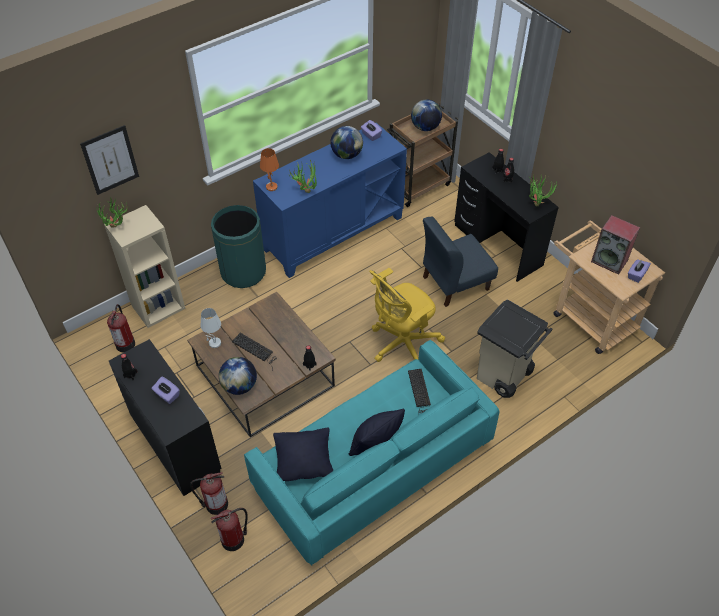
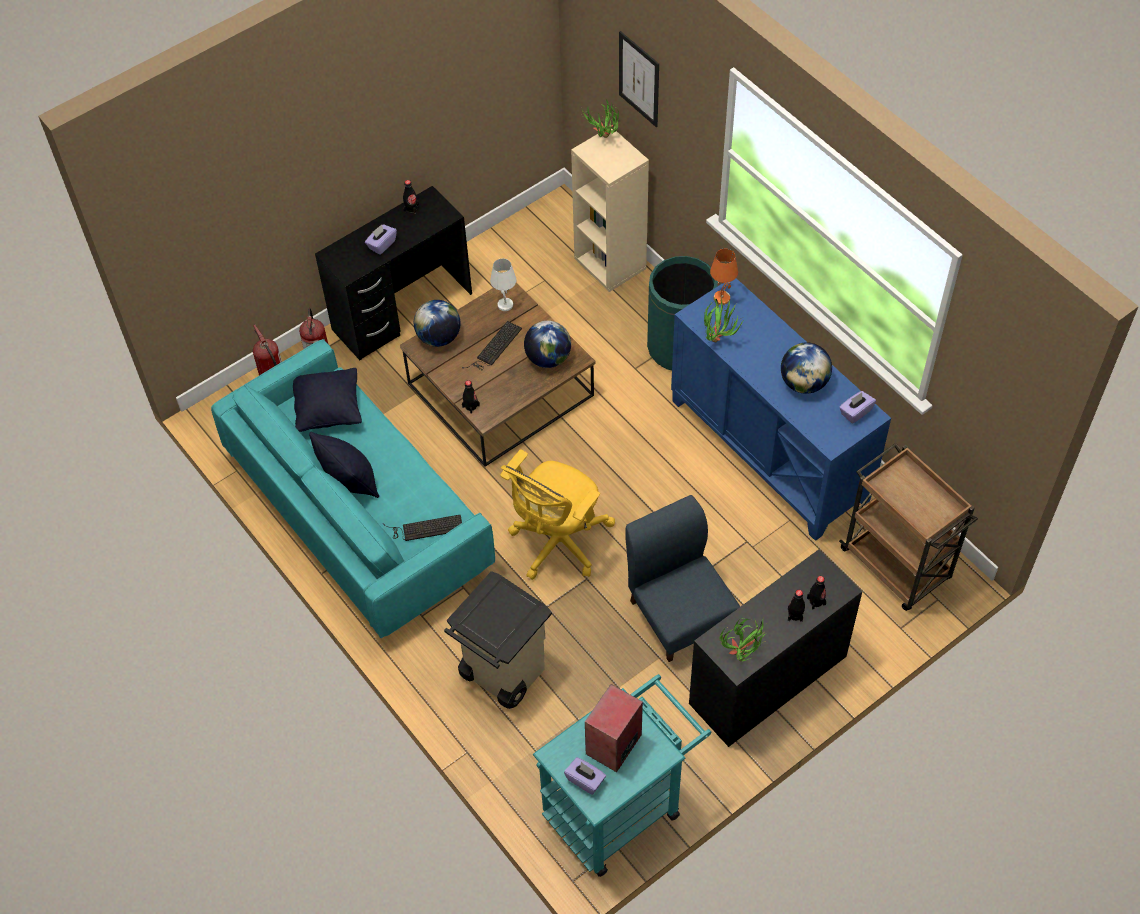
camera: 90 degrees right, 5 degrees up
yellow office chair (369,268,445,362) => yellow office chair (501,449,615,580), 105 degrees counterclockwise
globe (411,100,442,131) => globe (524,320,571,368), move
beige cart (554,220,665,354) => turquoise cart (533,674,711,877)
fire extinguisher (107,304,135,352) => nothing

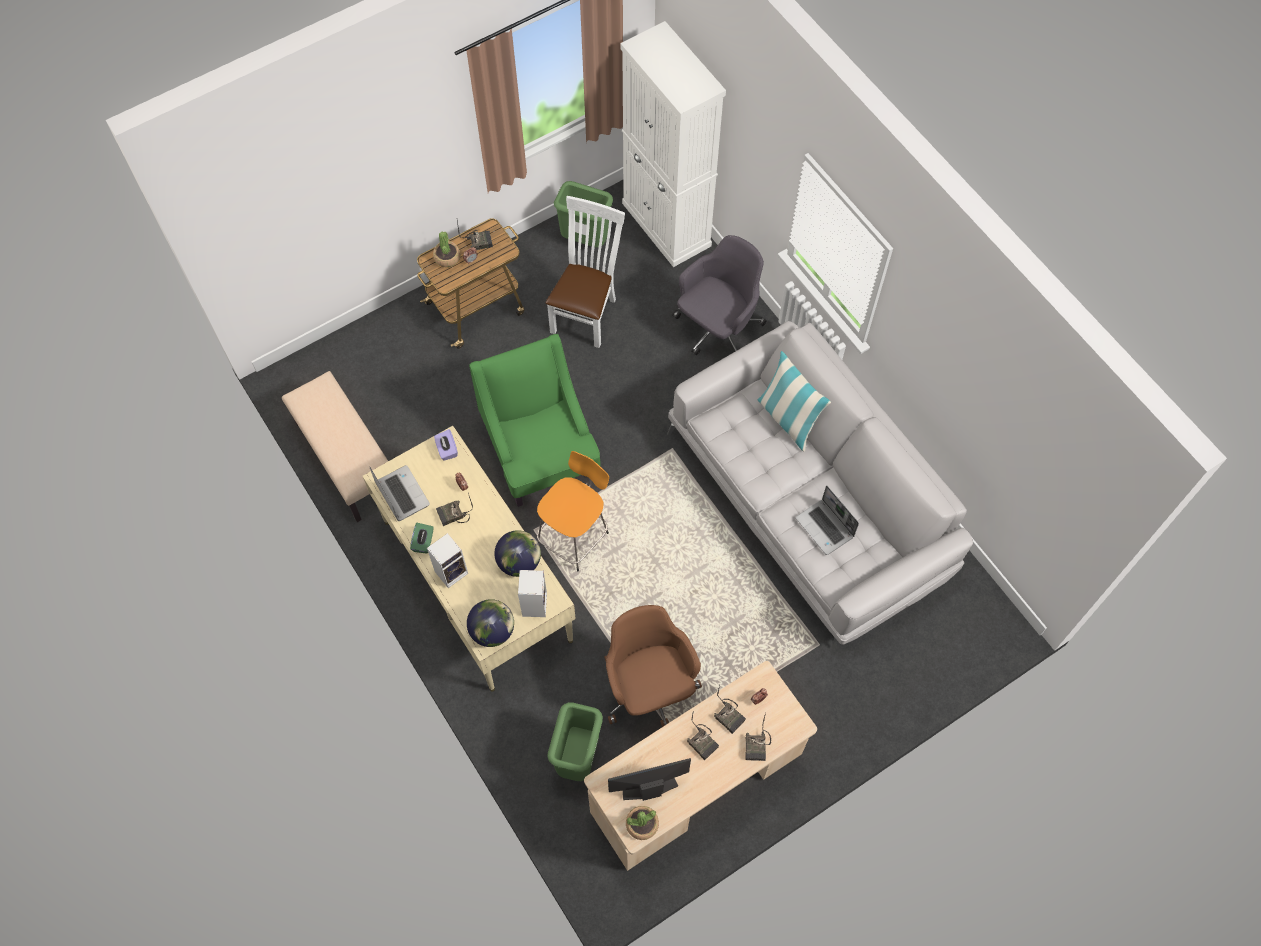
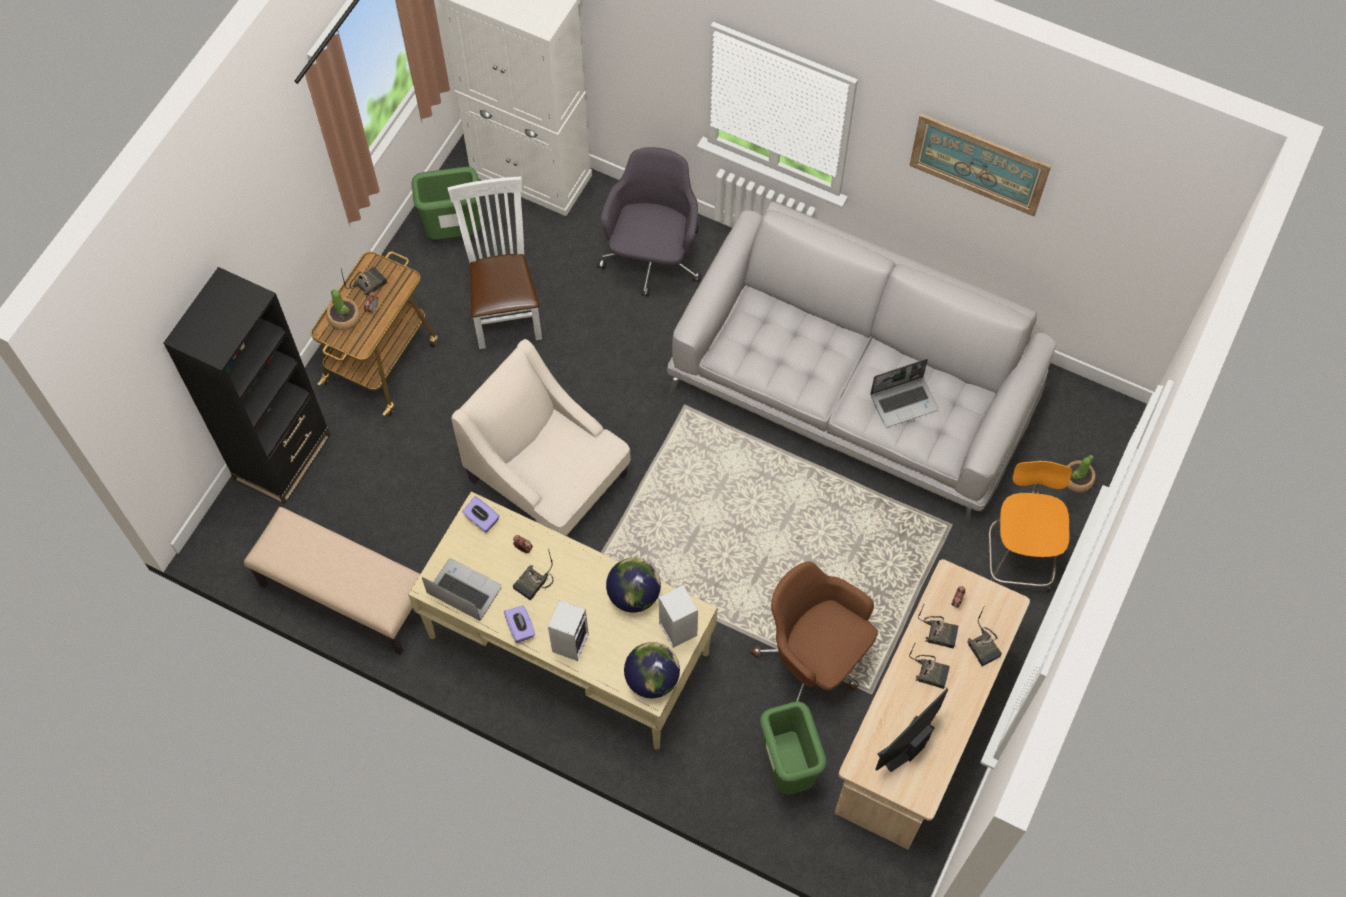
camera: 30 degrees left, 0 degrees up
nothing => black bookcase (163,267,331,504)
green armchair (469,334,601,507) => beige armchair (451,339,631,536)
green tissue box (410,523,434,554) => purple tissue box (504,606,535,643)
laptop (796,485,859,555) => laptop (870,359,939,427), 45 degrees counterclockwise
nothing => picture (909,114,1051,216)
orange stool (537,451,609,571) => orange stool (989,461,1072,593), move
potted plant (626,806,659,840) => potted plant (1067,455,1096,492), move
pillow (758,351,831,452) => nothing

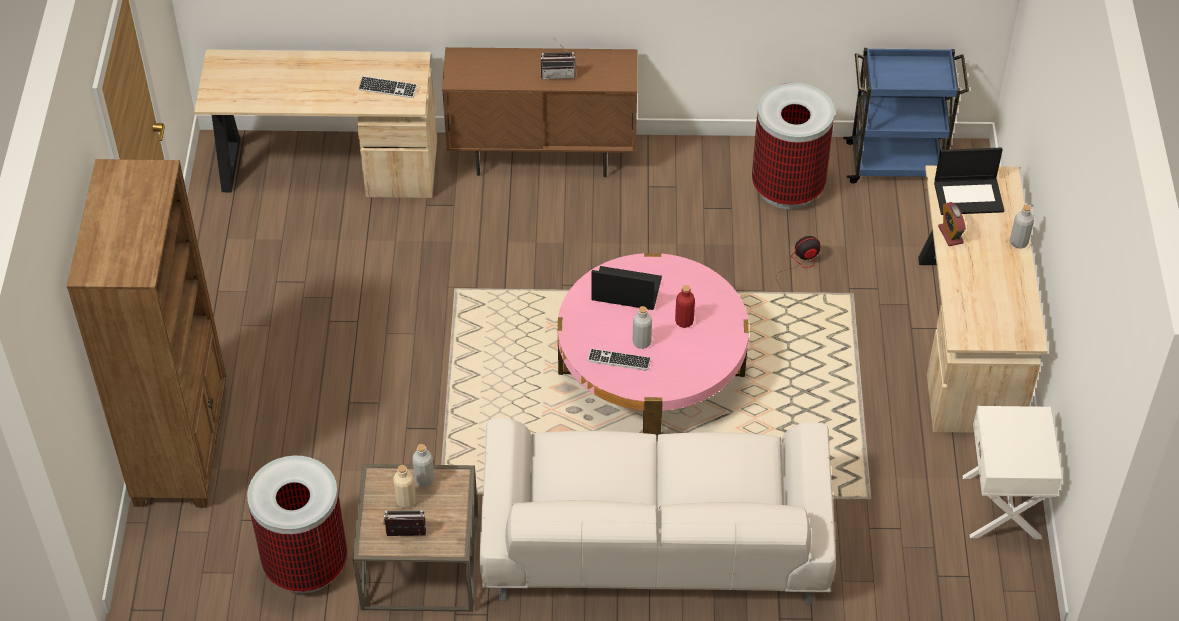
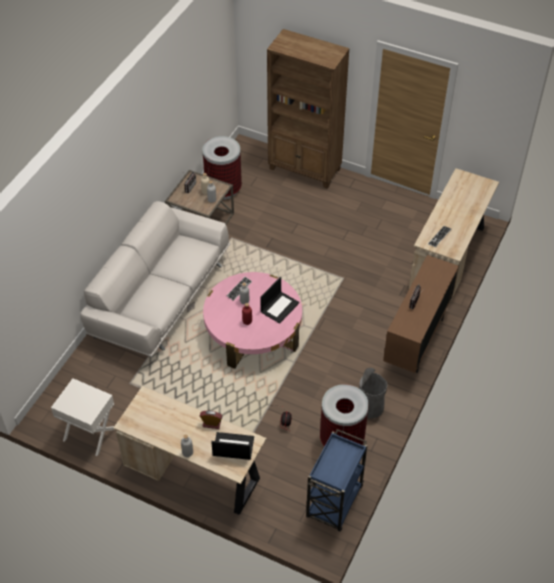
camera: 115 degrees right, 0 degrees up
laptop (934,147,1004,215) => laptop (211,432,254,460), 75 degrees clockwise
nothing => grey trash can (359,368,387,419)

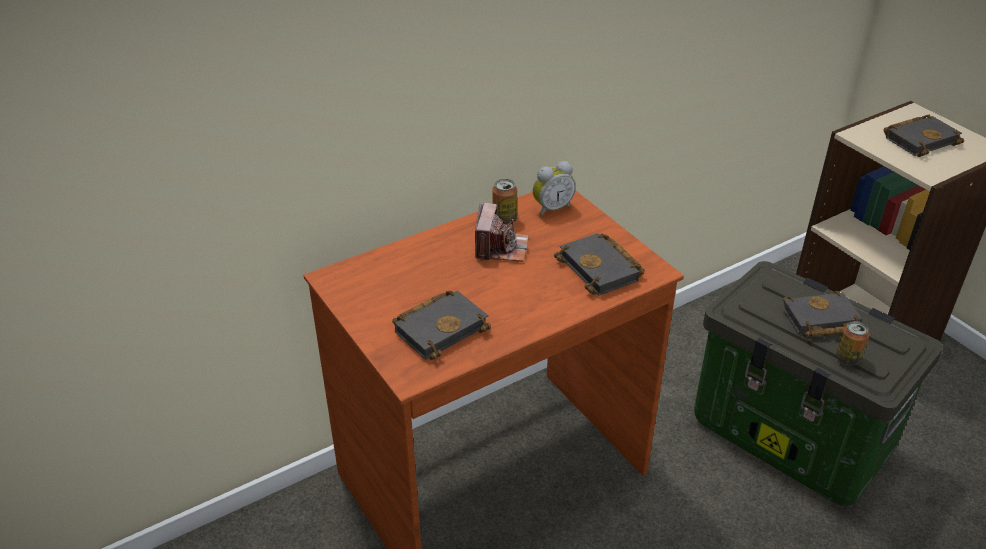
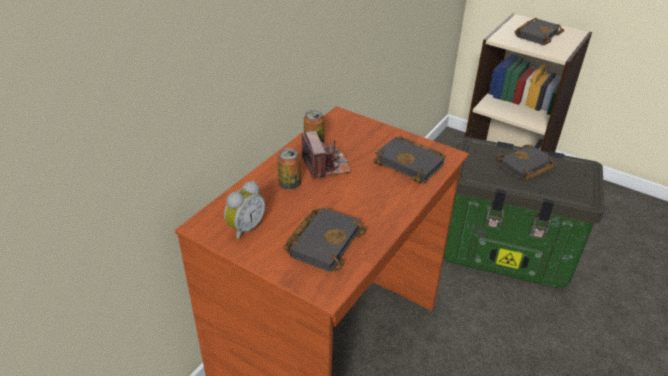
camera: 25 degrees left, 0 degrees up
alarm clock (533,161,576,217) => alarm clock (224,181,265,241), move
can (836,321,869,365) => can (277,148,301,190), move

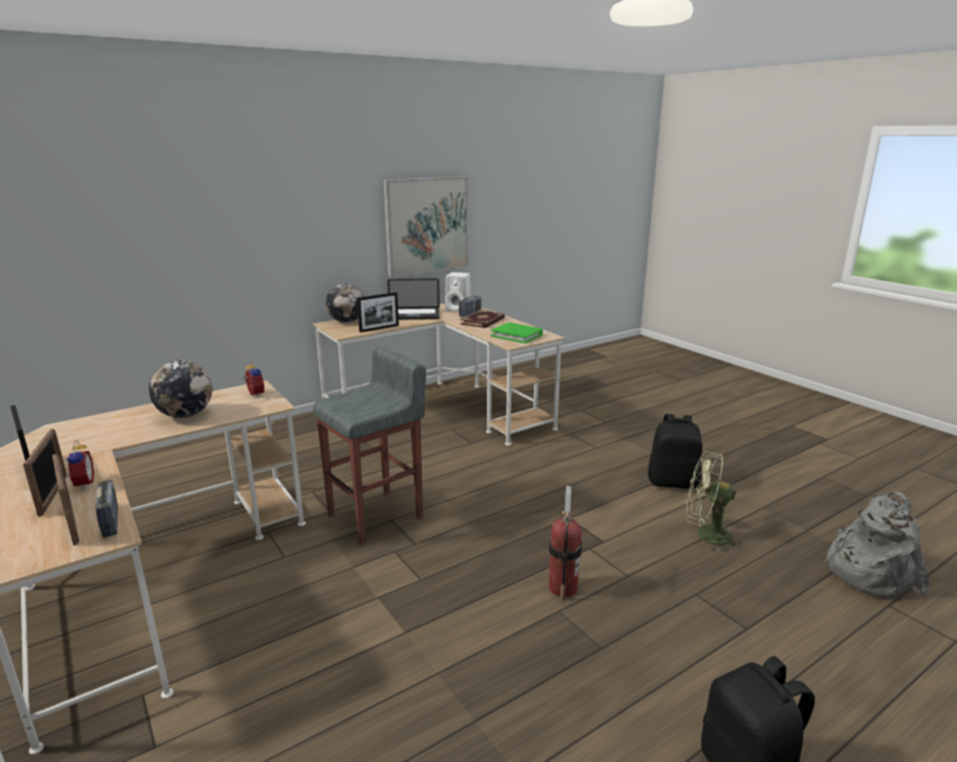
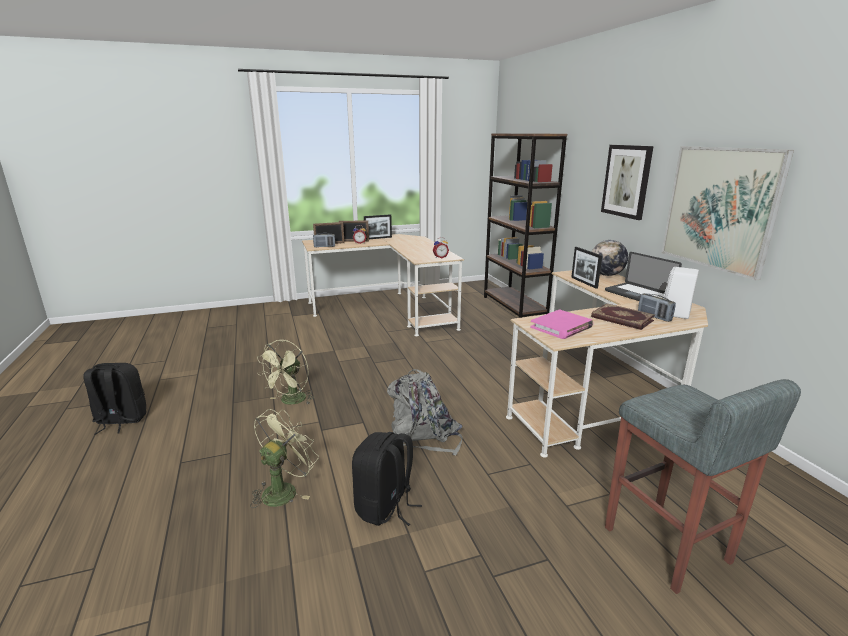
camera: 105 degrees right, 0 degrees up
fire extinguisher (549,486,582,600) => green fan (257,340,314,405)
grey backpack (824,492,930,599) => grey backpack (387,369,462,456), move
nothing => brown bookcase (484,133,567,318)
green book (491,322,543,344) => pink book (530,309,593,339)
nothing => picture (601,145,654,220)
laptop (387,278,440,320) => laptop (605,252,682,301), 45 degrees counterclockwise
grey stool (313,347,426,544) => grey stool (605,379,801,594), move
globe (149,360,212,418) => nothing

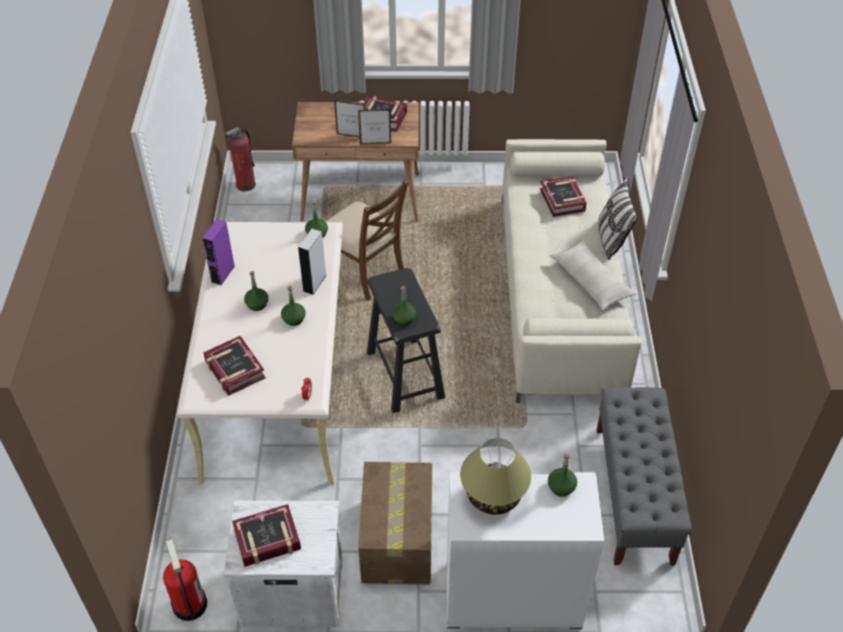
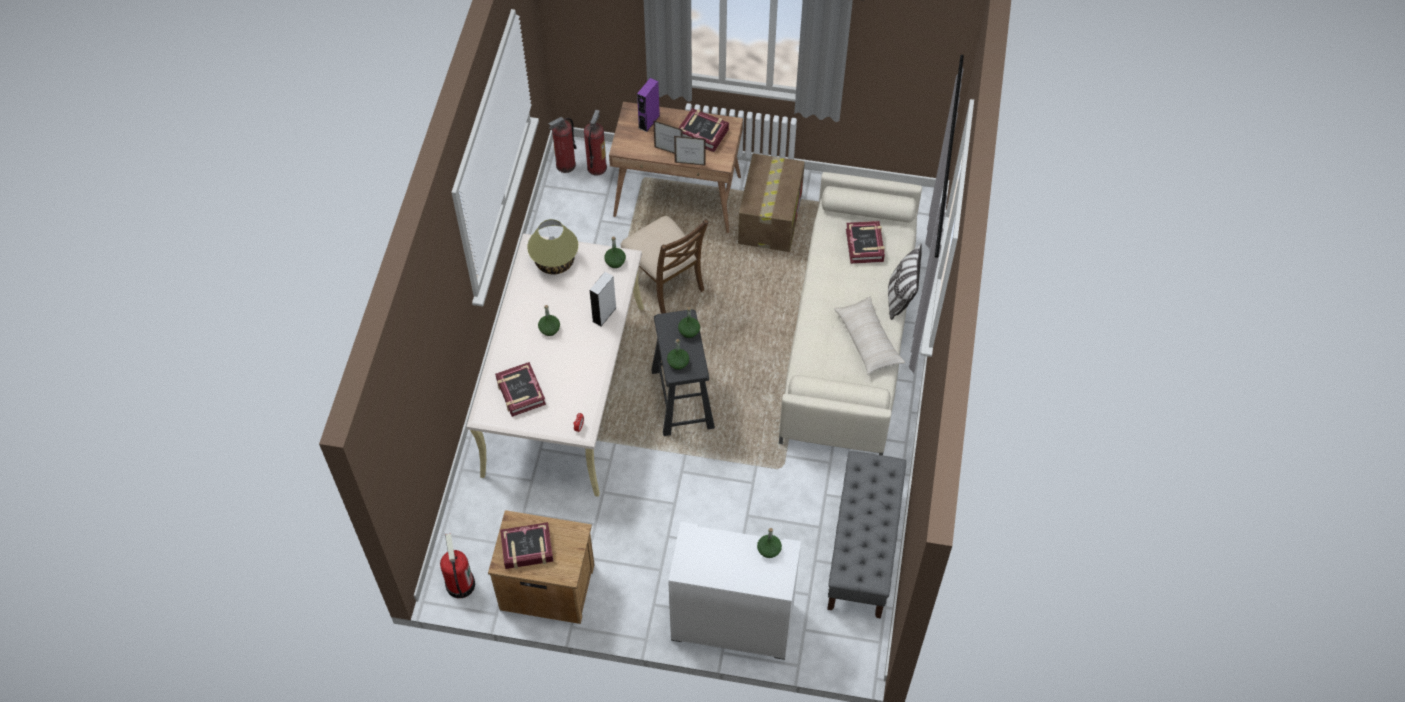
camera: 10 degrees right, 10 degrees up
white nightstand (224,501,343,627) => brown nightstand (488,510,595,624)
table lamp (460,438,531,515) => table lamp (527,219,578,274), move
nothing => fire extinguisher (584,110,607,175)
purple speaker (202,219,235,285) => purple speaker (637,78,660,132), move
green bottle (281,286,306,326) => green bottle (678,307,700,338), move
cardboard box (358,462,432,585) => cardboard box (738,153,805,252), move

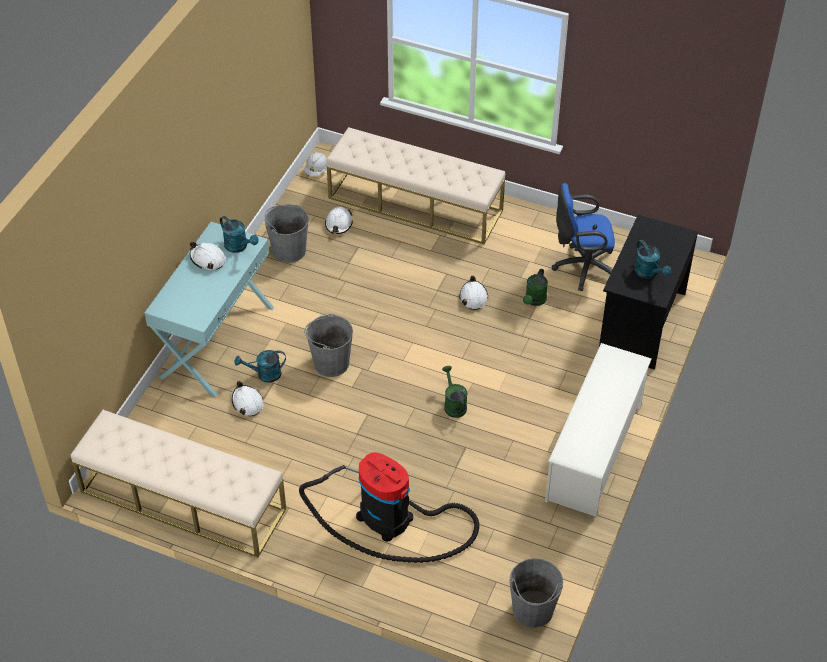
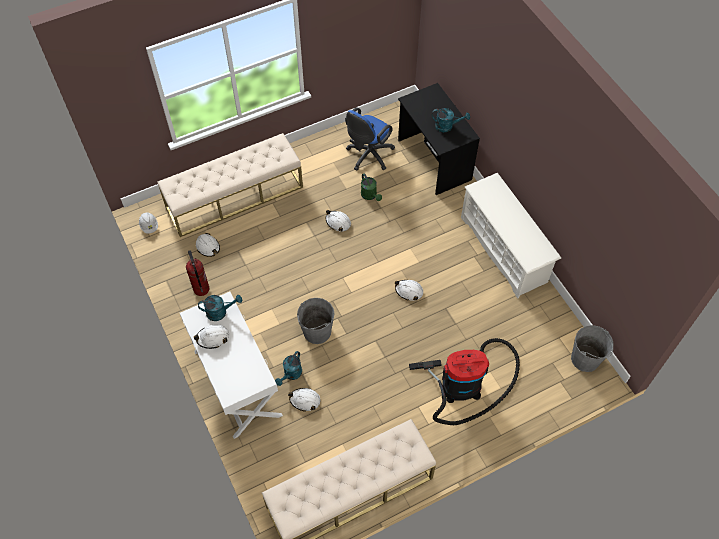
camera: 50 degrees left, 10 degrees up
turquoise console table (144,222,274,397) => white console table (180,292,283,439)
grey bucket (265,204,308,263) => fire extinguisher (186,250,209,296)
green watering can (442,366,468,418) => white hard hat (395,280,423,301)

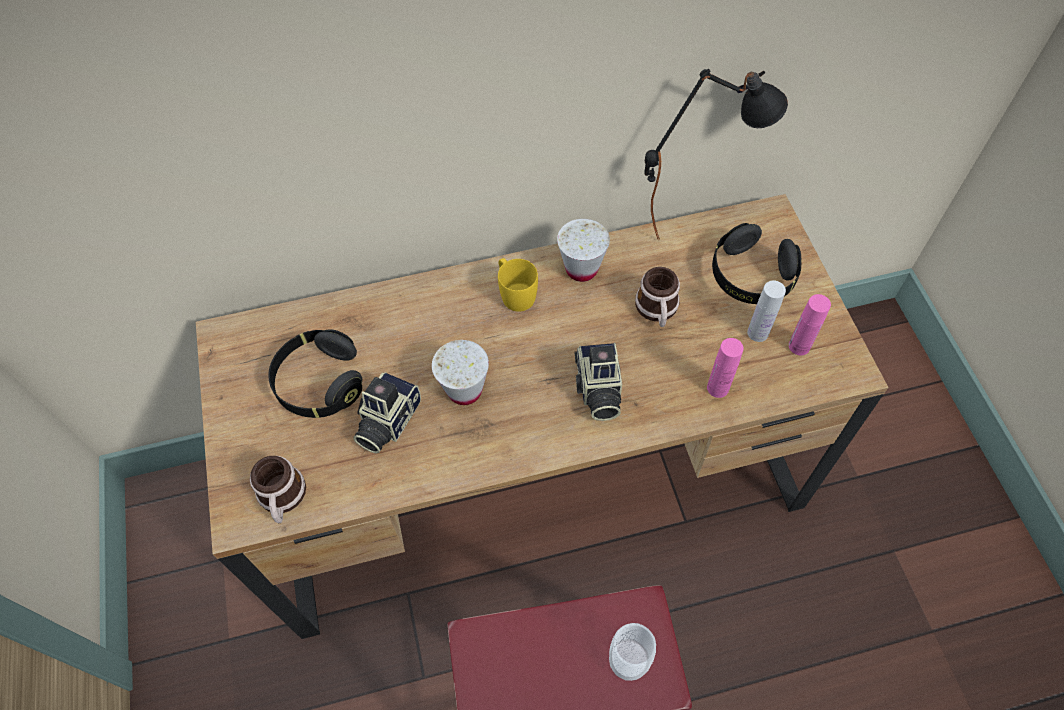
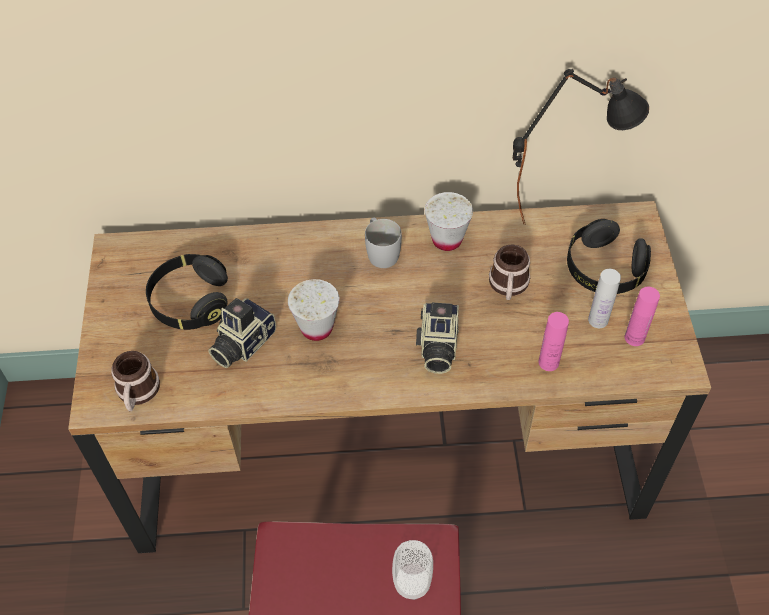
camera: 10 degrees right, 5 degrees down
yellow mug (498,258,538,312) => white mug (365,218,402,268)

